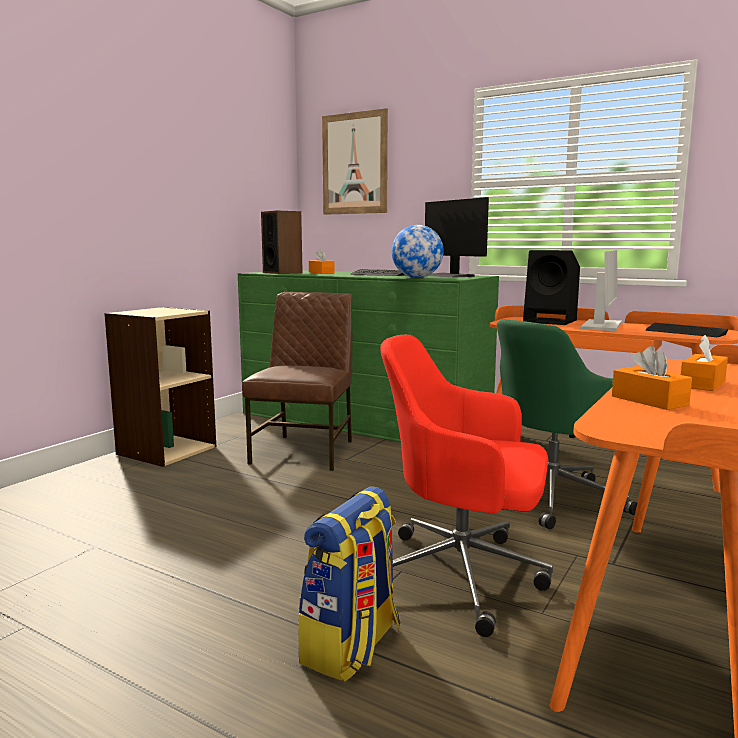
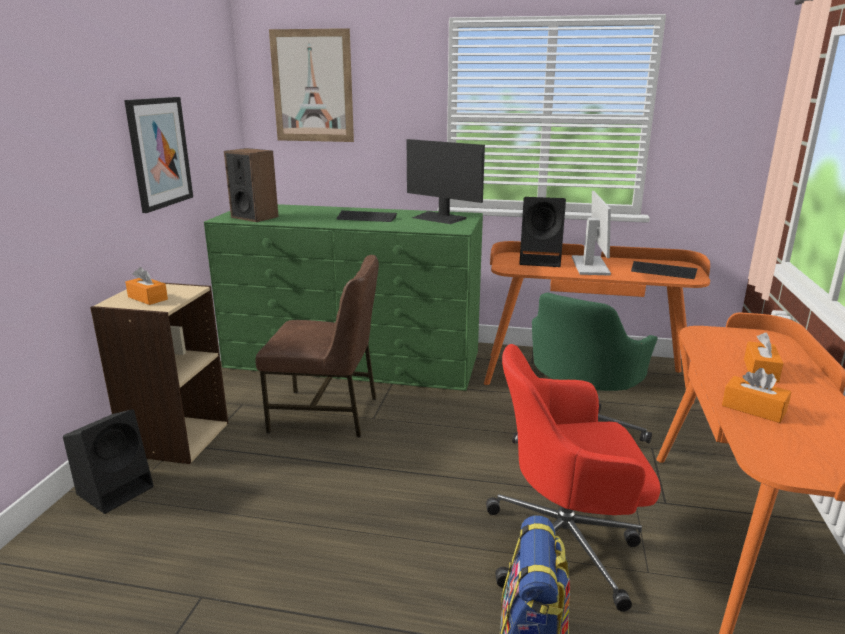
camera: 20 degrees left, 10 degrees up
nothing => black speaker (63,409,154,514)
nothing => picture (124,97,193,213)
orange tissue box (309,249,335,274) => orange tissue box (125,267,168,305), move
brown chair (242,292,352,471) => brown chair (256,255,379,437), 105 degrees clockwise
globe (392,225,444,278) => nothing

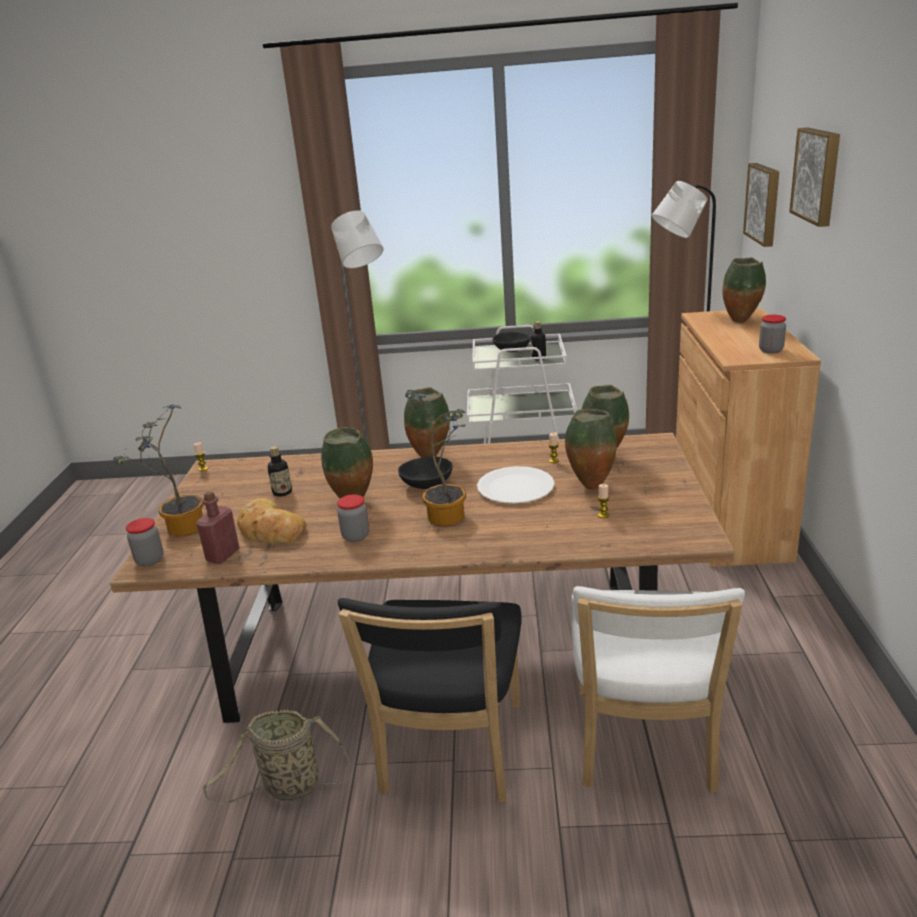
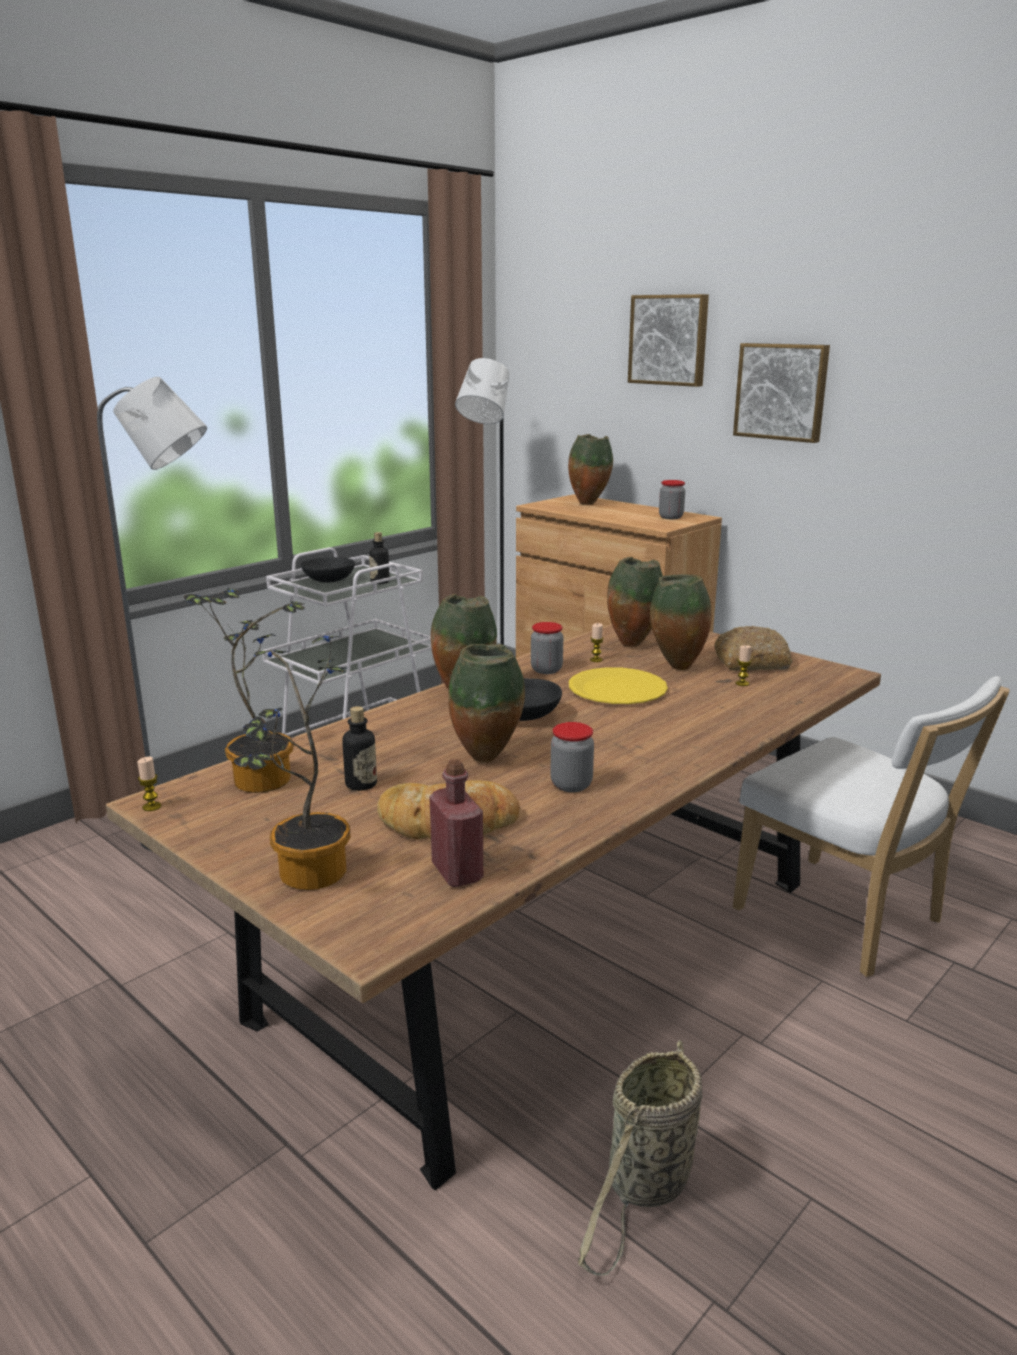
camera: 50 degrees left, 5 degrees down
potted plant (405,390,466,526) => potted plant (184,588,305,793), move
jar (126,518,164,566) => jar (531,622,563,674), move
white plate (477,466,555,503) => yellow plate (569,667,668,704)
nothing => bread (714,626,792,671)
picture (743,163,779,247) => picture (733,343,830,443), move
black chair (338,598,522,803) => nothing

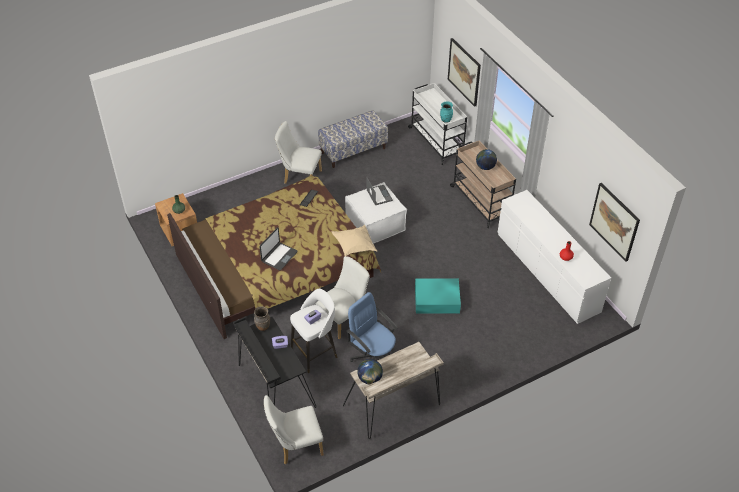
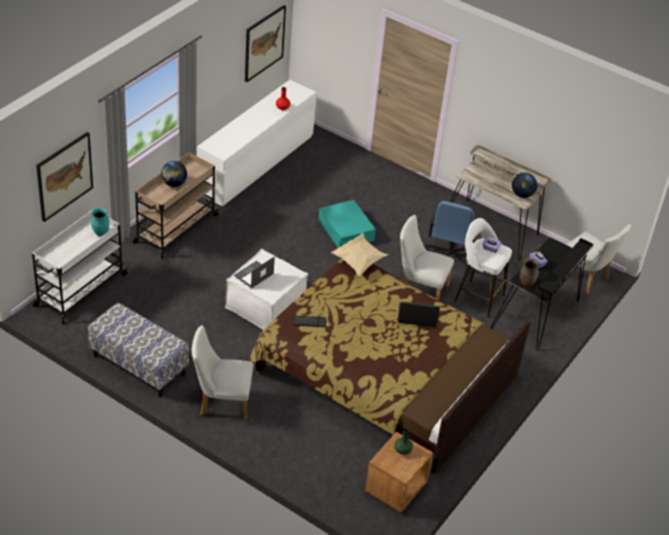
camera: 120 degrees left, 5 degrees down
white chair (275,121,322,184) => white chair (192,325,254,421), 105 degrees clockwise

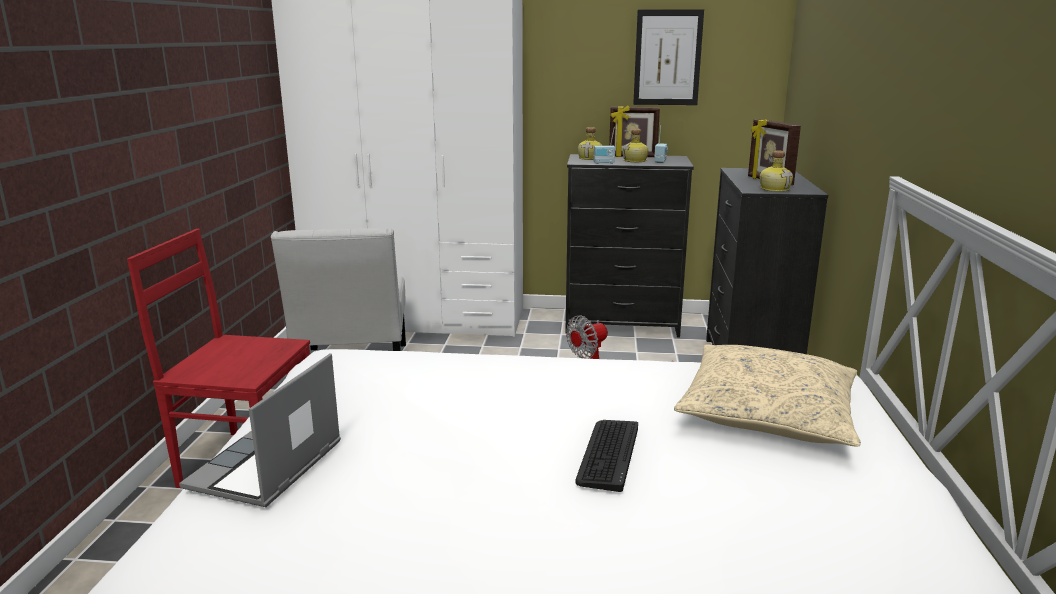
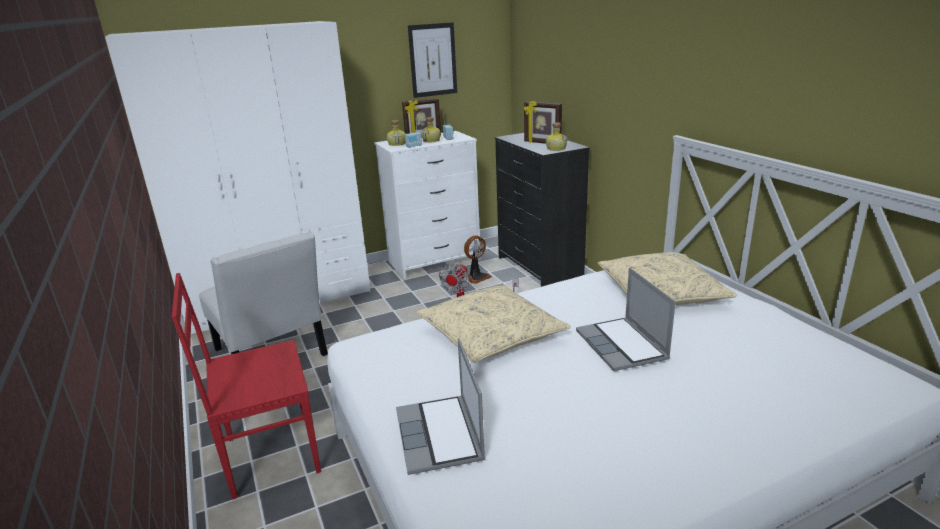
camera: 30 degrees left, 5 degrees up
black dresser (565,154,694,338) => white dresser (374,131,481,279)
nothing => beige pillow (417,285,571,363)
nothing => fan (464,235,492,284)
keyboard (576,420,638,492) => laptop (576,268,676,371)

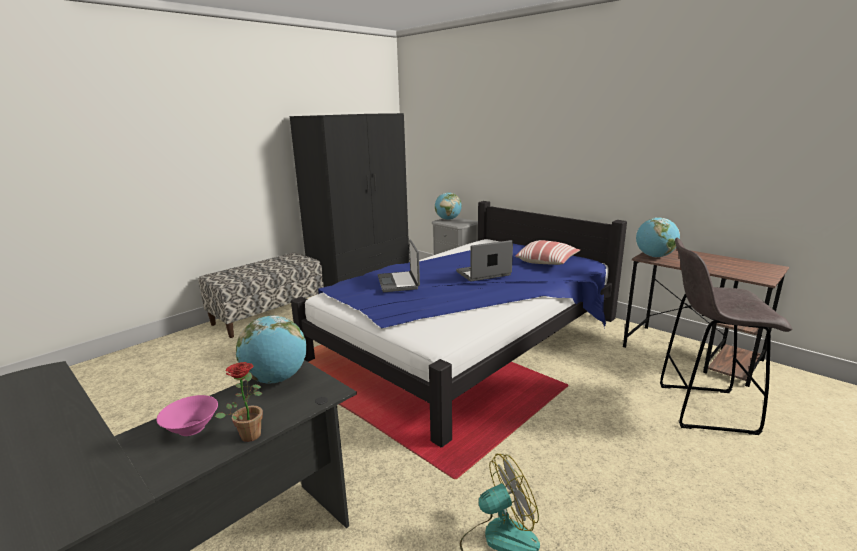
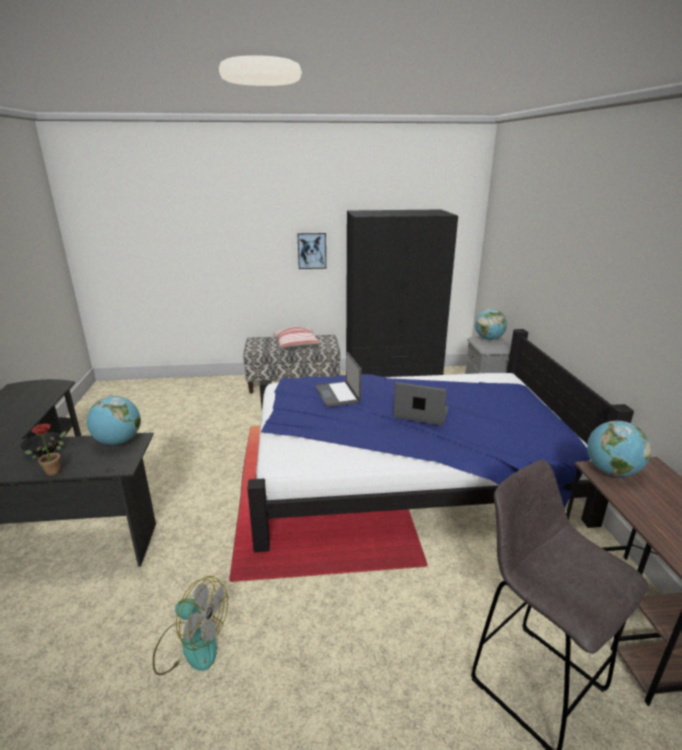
camera: 40 degrees right, 5 degrees up
pink bowl (157,395,218,436) => black bowl (21,432,62,457)
pillow (515,240,581,265) => pillow (273,327,320,348), move
nothing => picture (297,233,326,269)
laptop (378,240,420,292) => laptop (315,352,361,407), 45 degrees counterclockwise

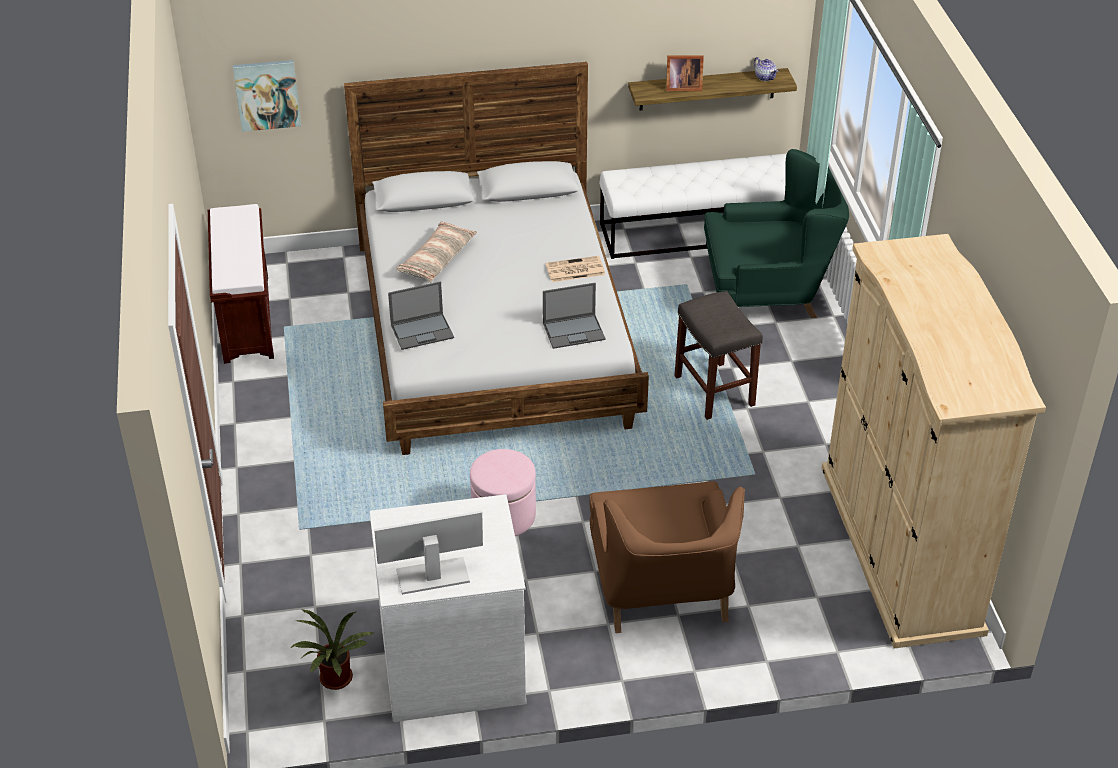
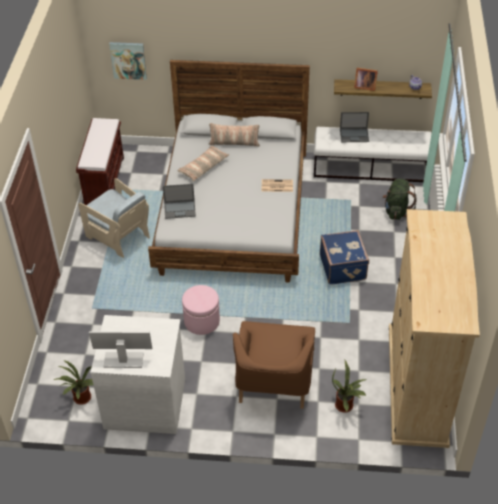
camera: 15 degrees right, 5 degrees up
nothing => beige armchair (78,178,150,258)
nothing => pillow (209,123,260,147)
grey stool (674,291,763,420) => blue suitcase (320,230,369,285)
nothing => potted plant (332,360,367,413)
laptop (543,283,606,349) => laptop (340,112,369,142), move
green armchair (704,149,849,318) => green backpack (383,179,416,220)

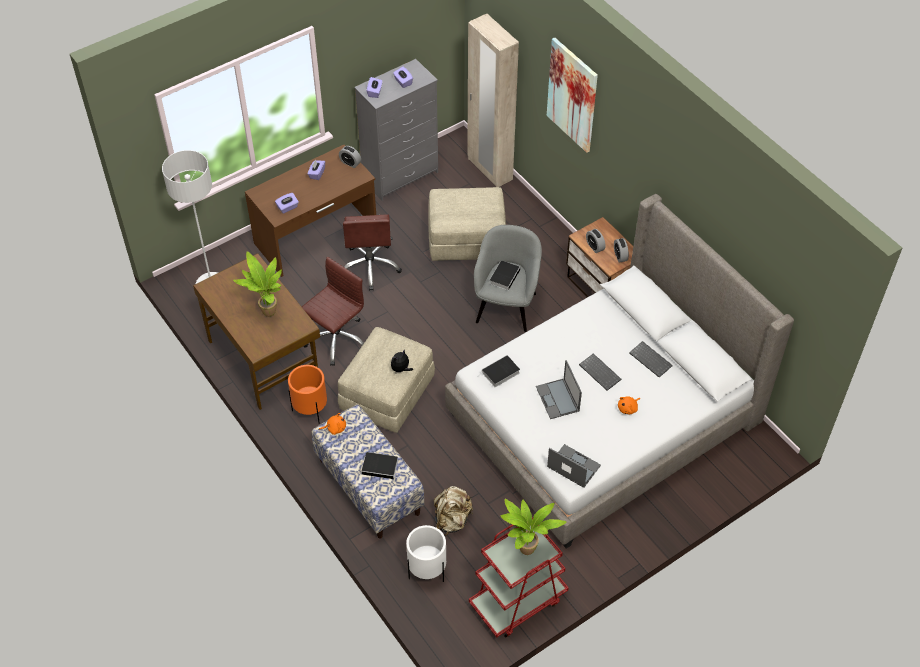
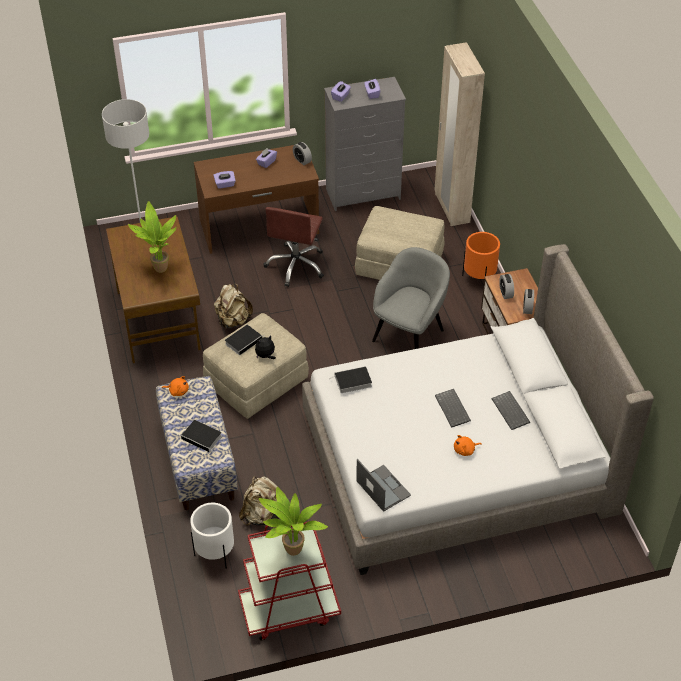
camera: 20 degrees right, 5 degrees down
brown office chair (302,257,364,366) => beige backpack (214,284,253,329)
book (490,260,520,290) => book (225,325,266,356), move
orange planter (288,365,327,424) => orange planter (462,232,500,279), move
laptop (536,360,582,419) => nothing
picture (547,37,598,153) => nothing

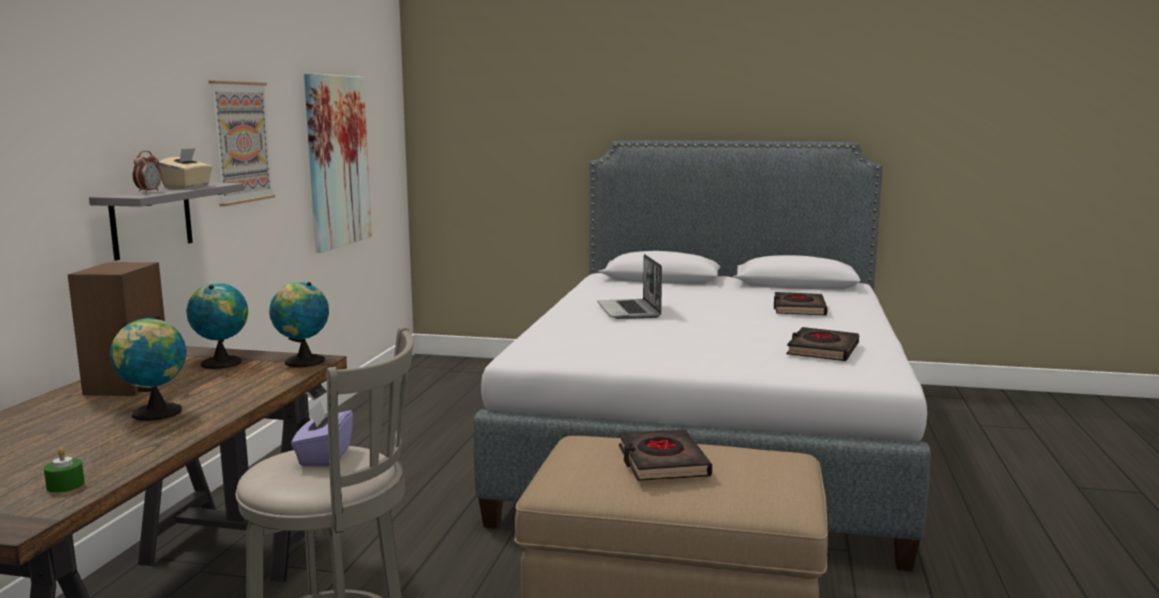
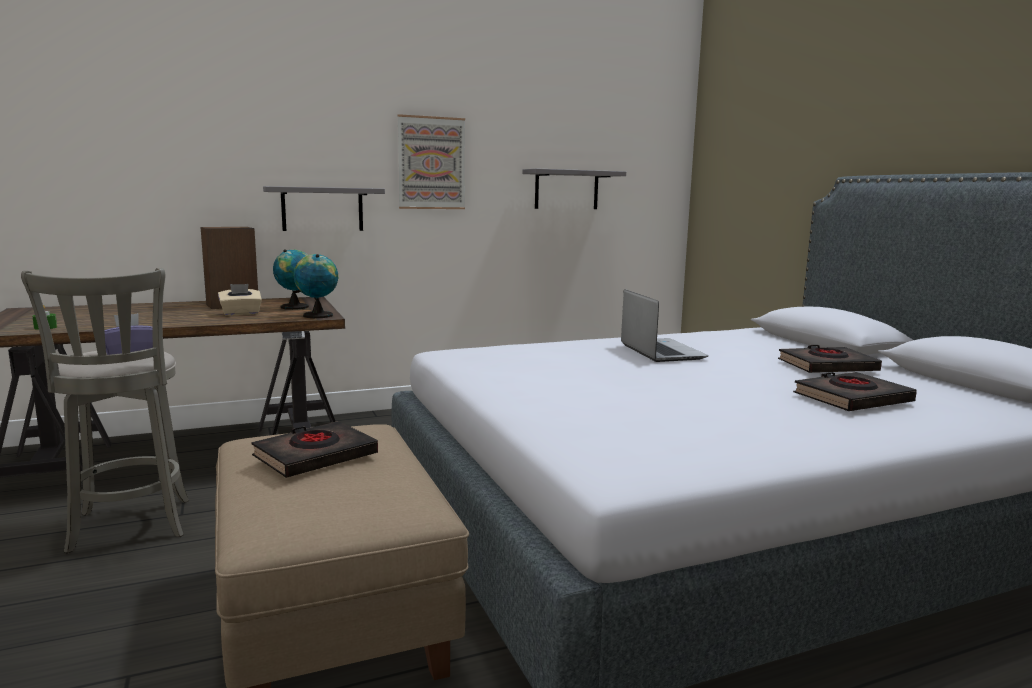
camera: 55 degrees right, 0 degrees up
beige tissue box (158,148,213,189) => beige tissue box (218,284,262,316), move
picture (304,73,372,253) => grey shelf (523,168,626,209)
laptop (597,254,662,319) => laptop (621,289,708,362), 120 degrees clockwise
black book (786,327,859,361) => black book (778,345,882,373), move
globe (110,315,186,421) => nothing
alarm clock (133,151,162,192) => nothing

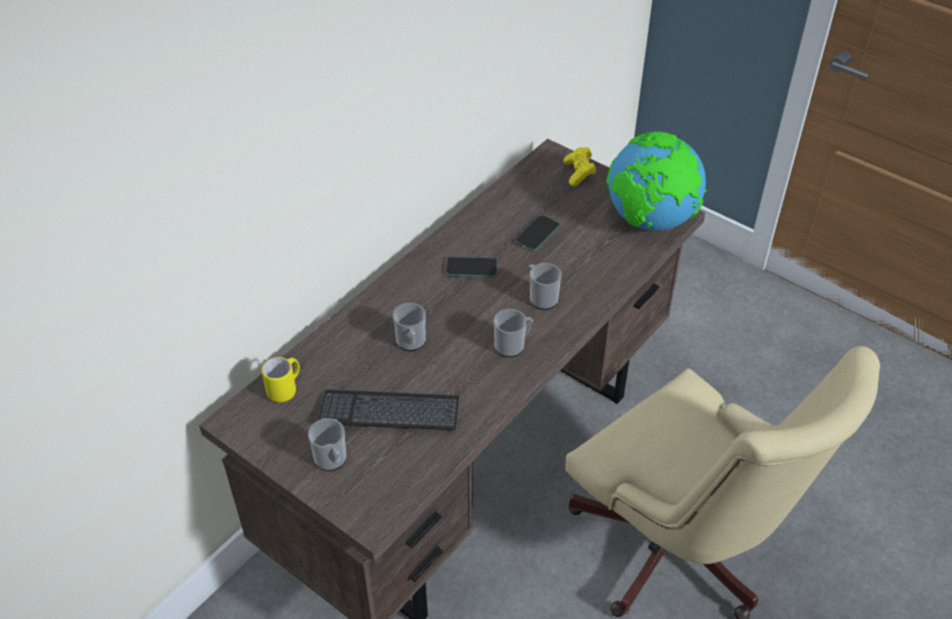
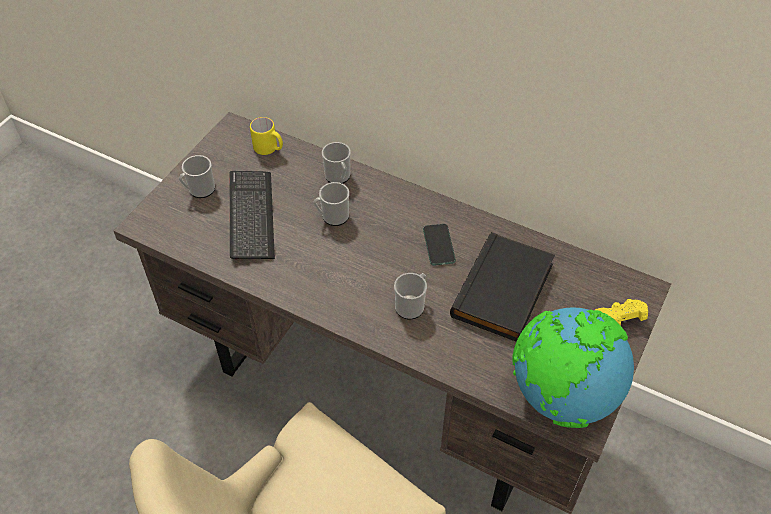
camera: 80 degrees right, 5 degrees up
mug (493,309,533,357) => mug (322,142,351,184), move
phone (515,215,560,252) => black book (450,232,555,342)

